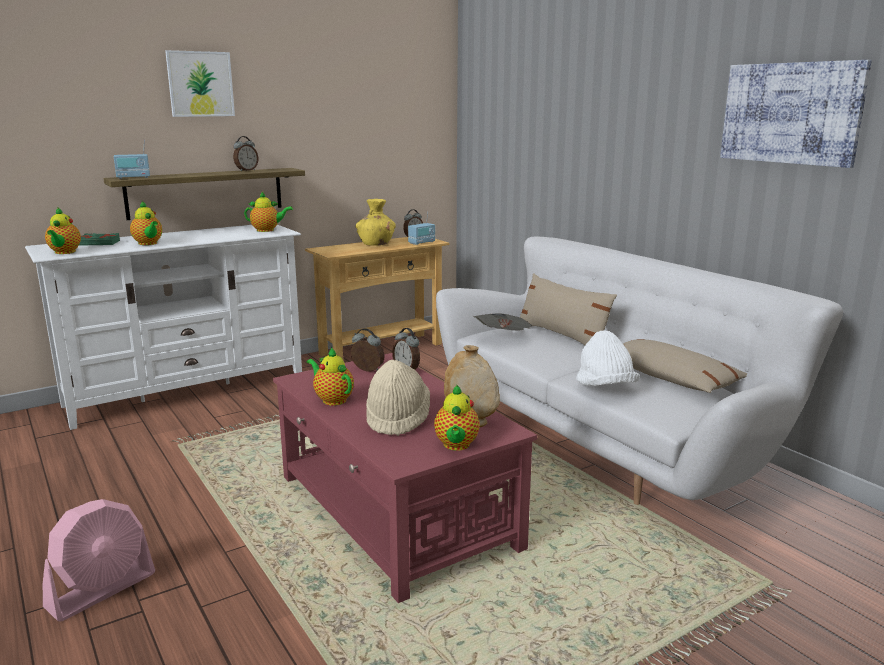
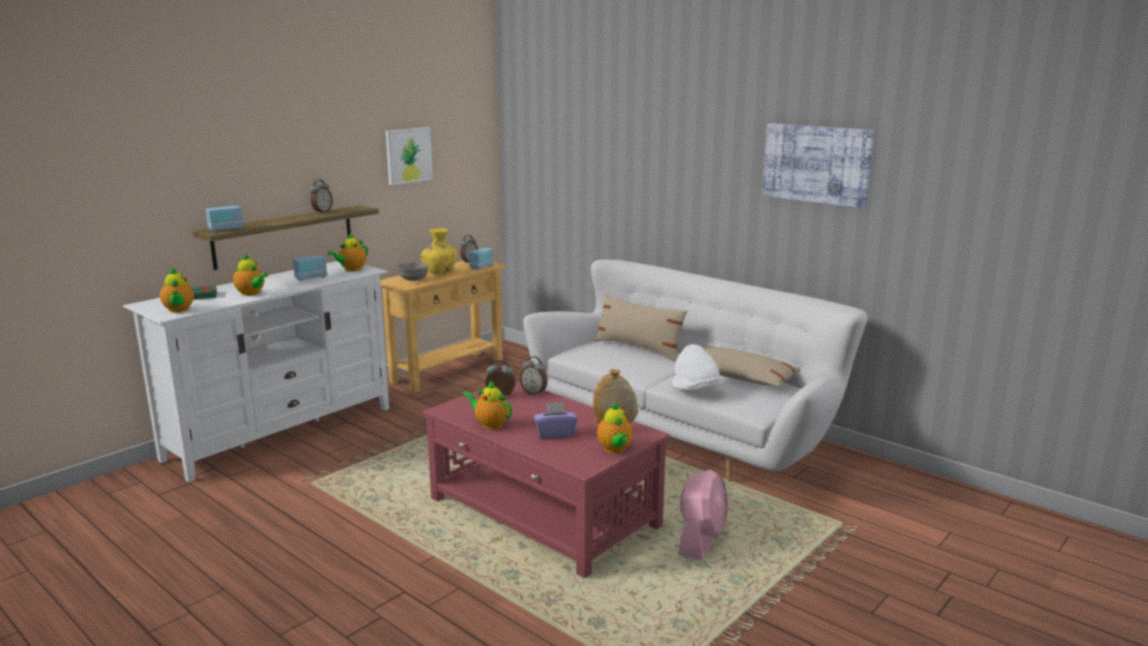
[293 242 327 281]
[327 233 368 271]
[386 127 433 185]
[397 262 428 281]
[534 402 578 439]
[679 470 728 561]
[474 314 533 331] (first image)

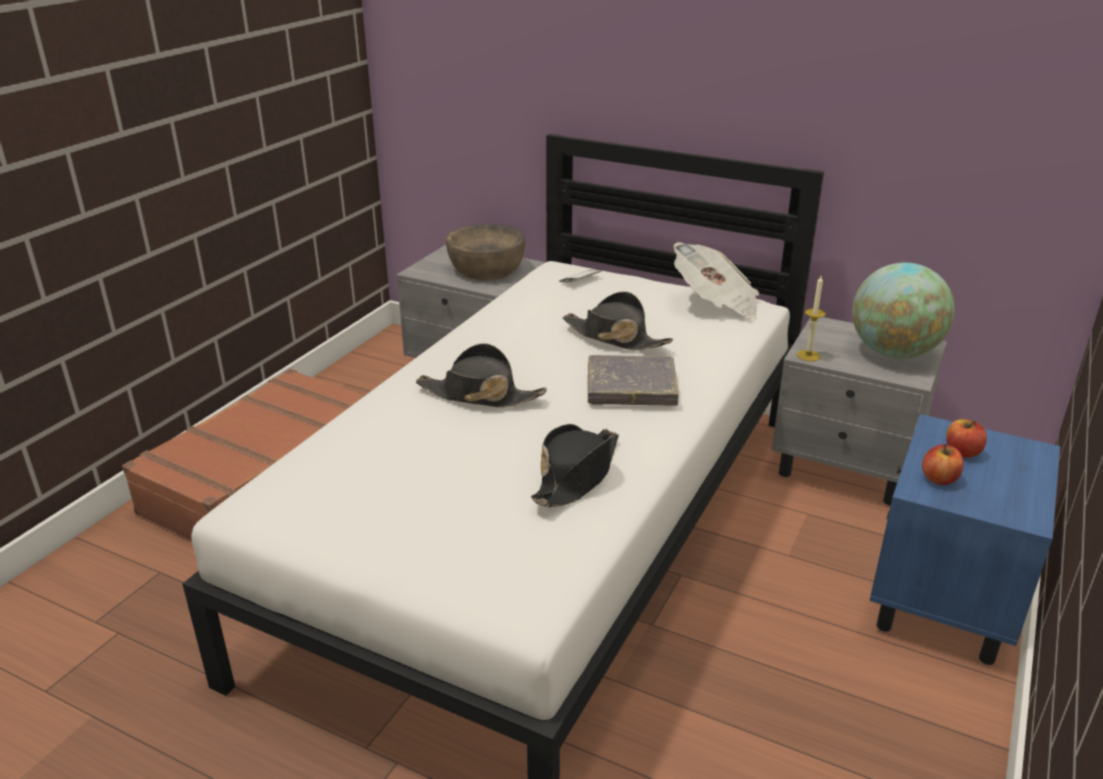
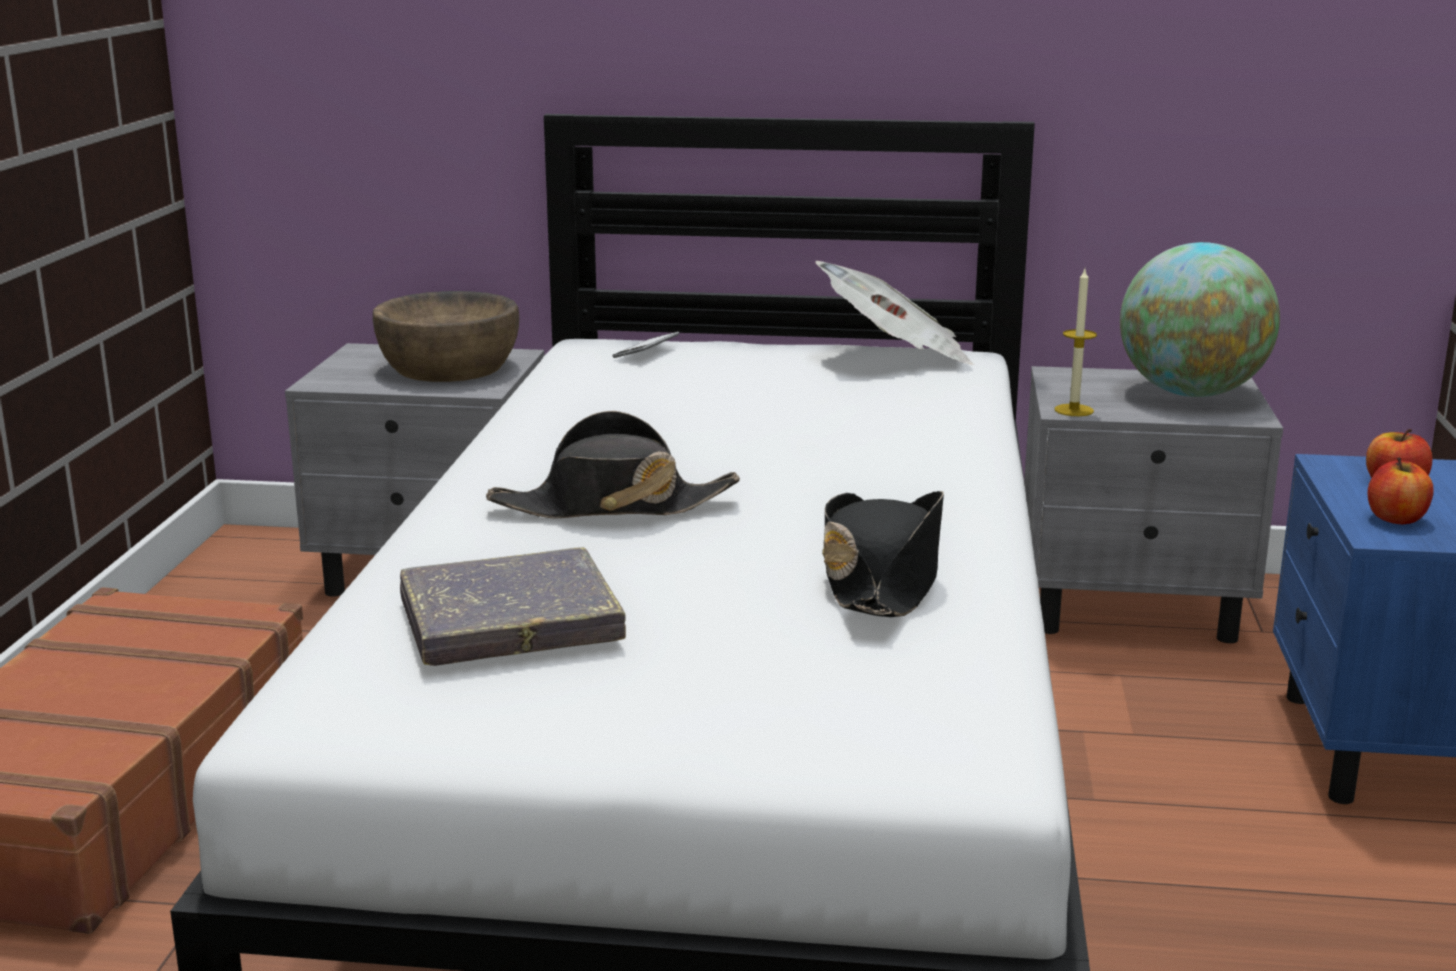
[400 547 626 666]
[563 291 673 351] (first image)

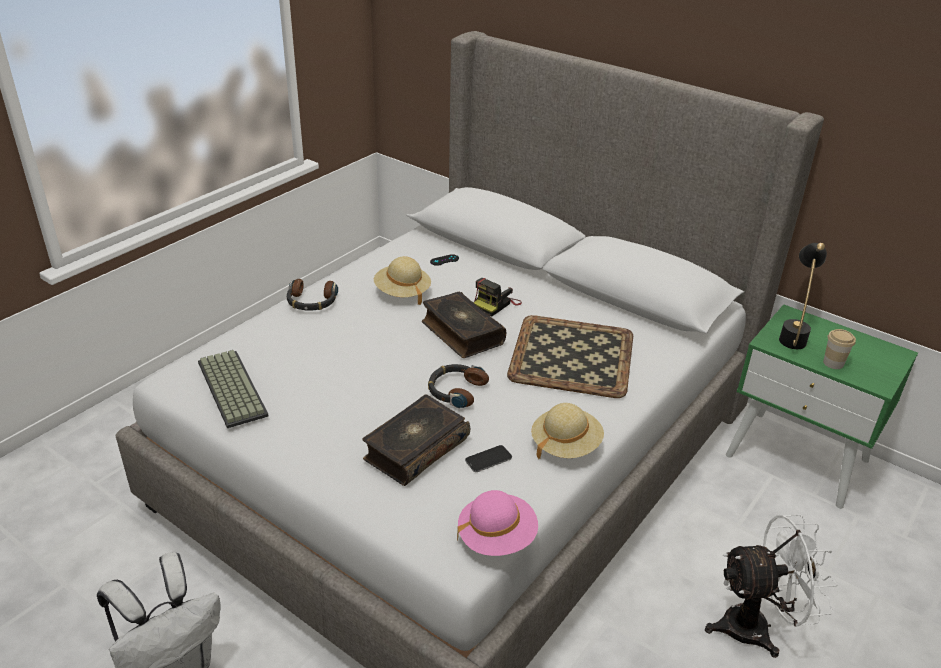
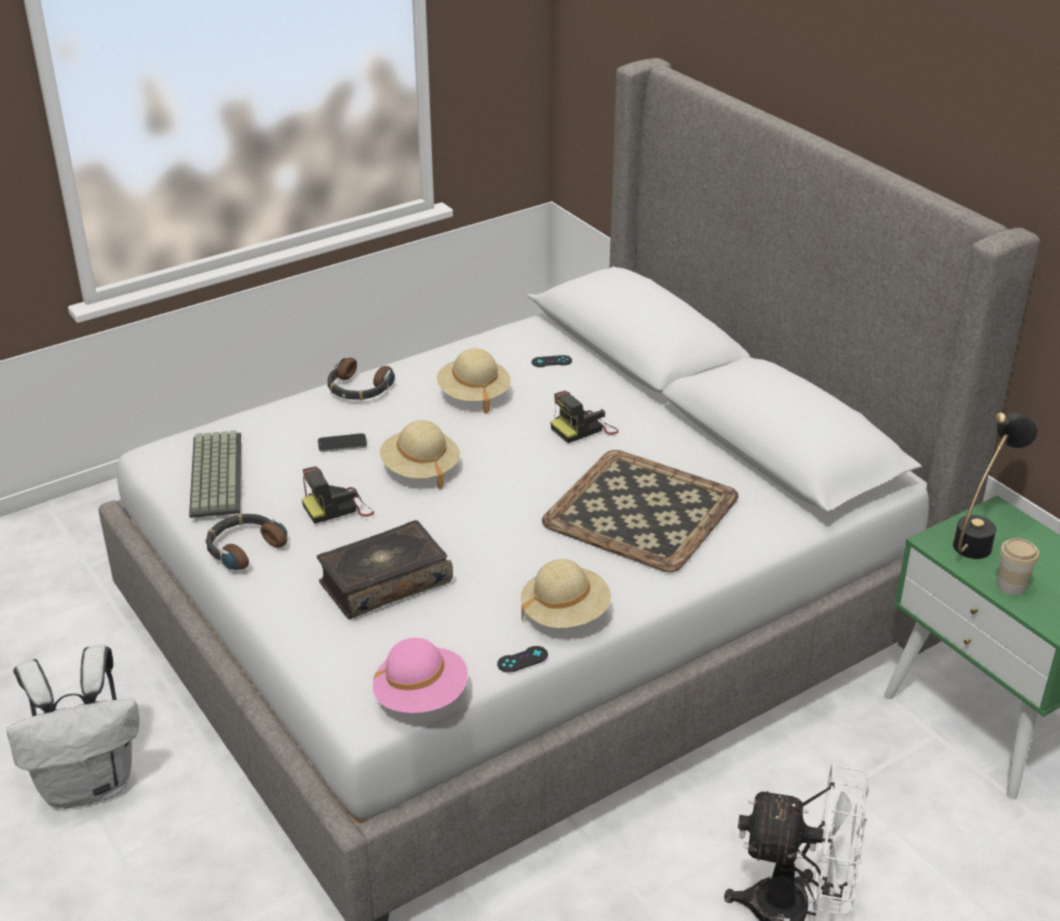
[206 514 287 570]
[302 467 374 524]
[318 433 367 452]
[380 420 460 489]
[497 646 548 673]
[422 292 507 358] (first image)

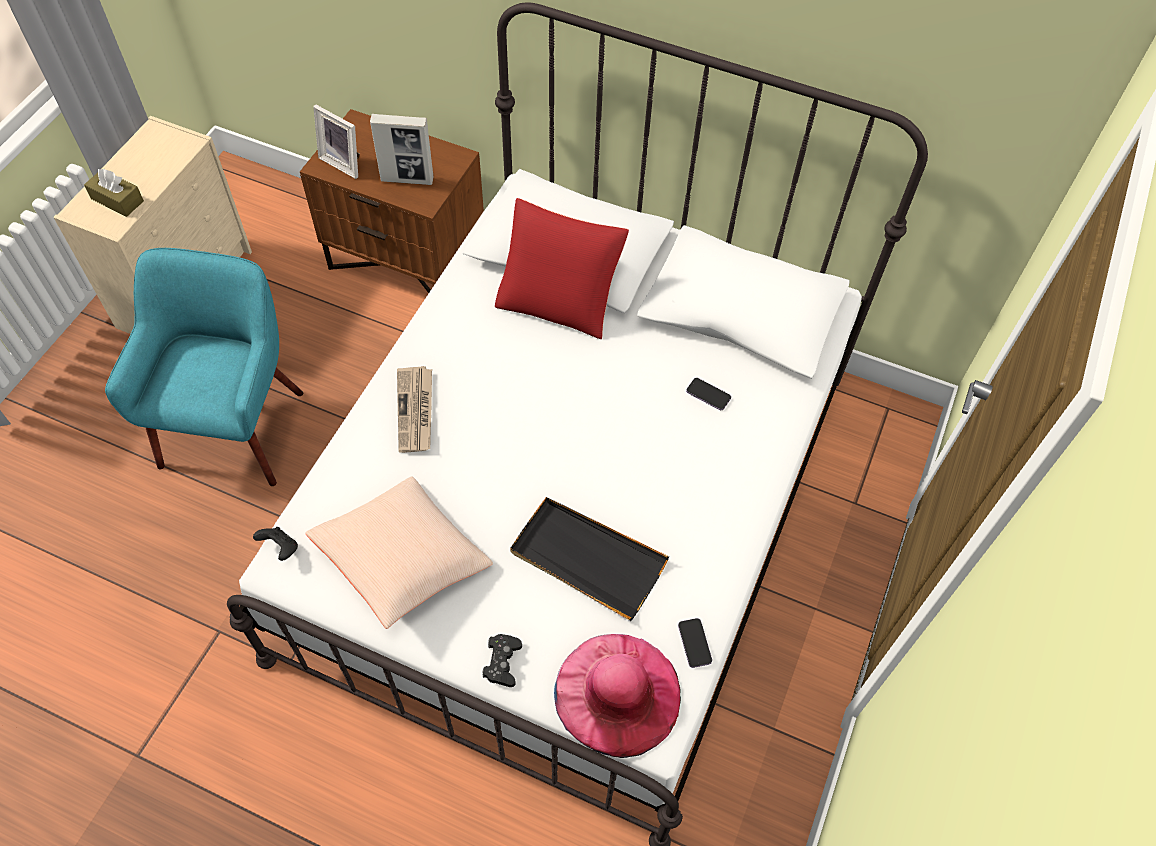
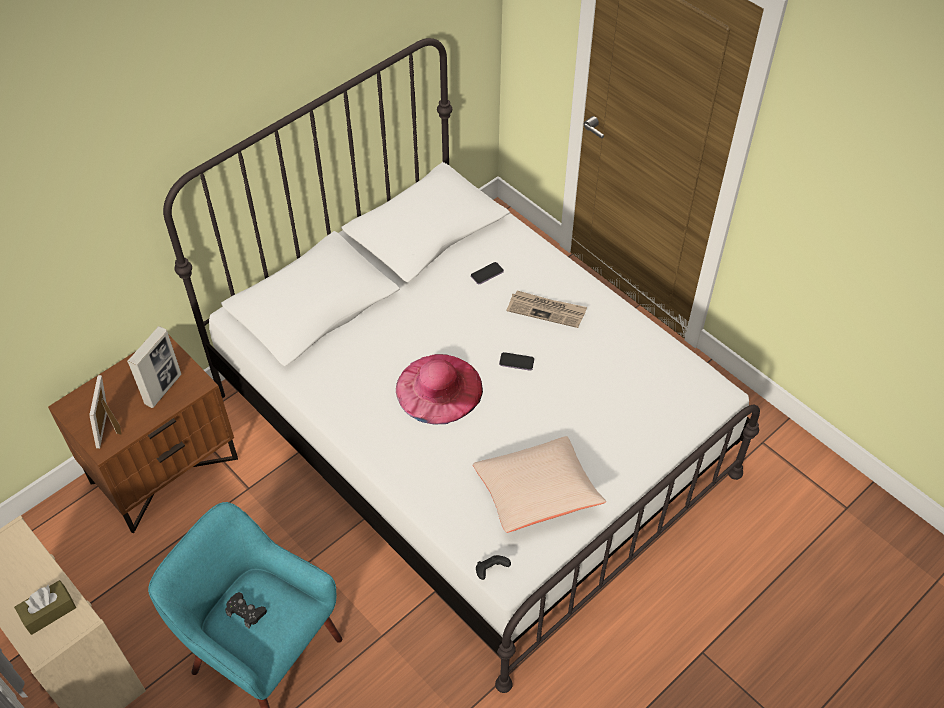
[89 375 121 449]
[225 592 267 628]
[396 354 483 425]
[499 352 534 371]
[506 291 587 328]
[495 198 629 339] (first image)
[510 497 669 621] (first image)

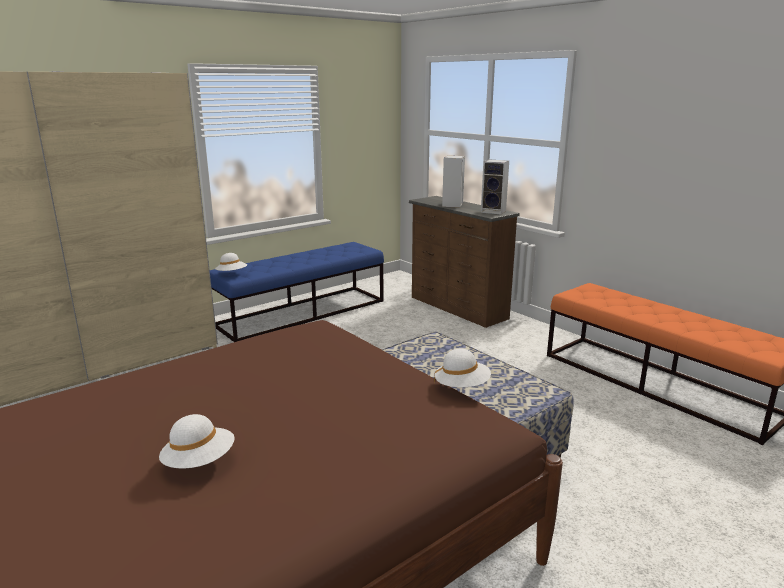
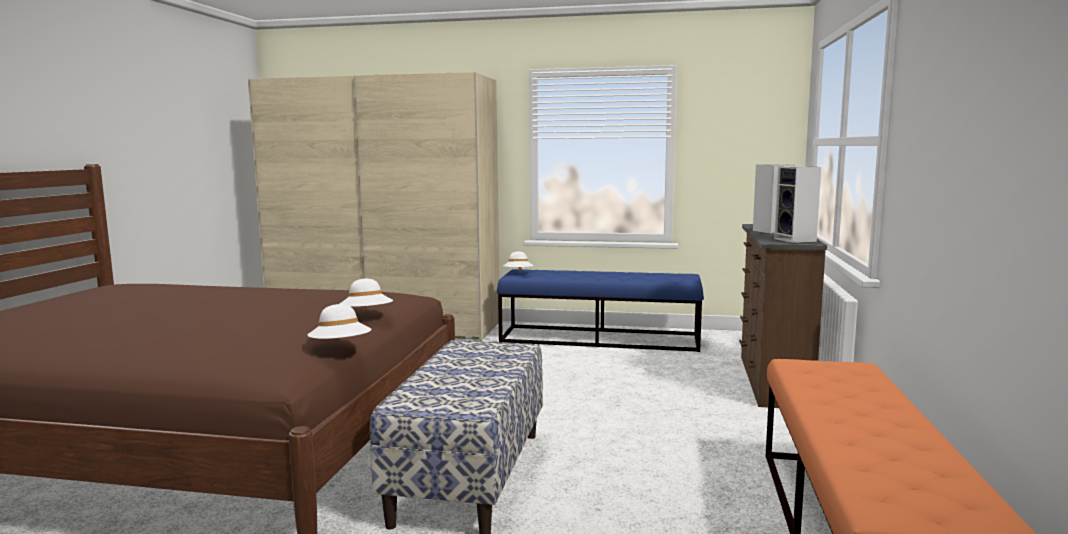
[340 278 393 310]

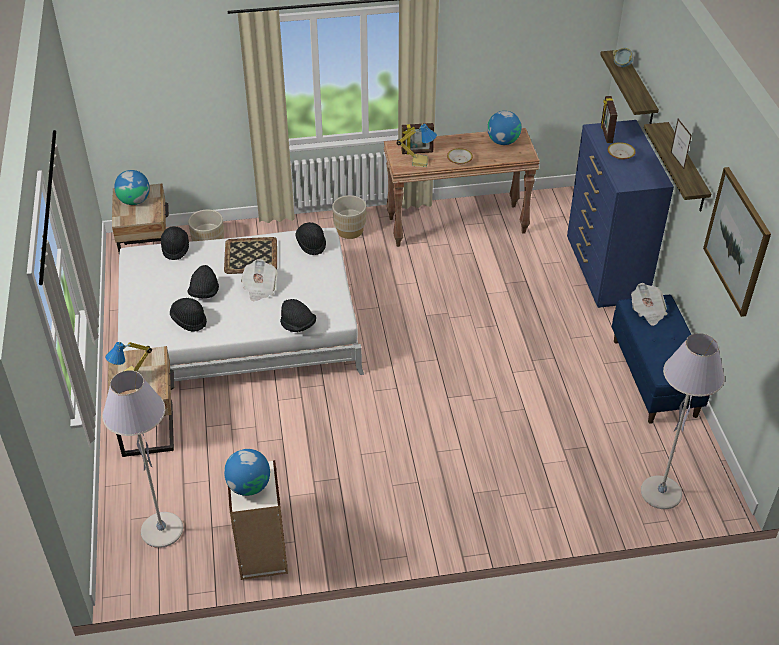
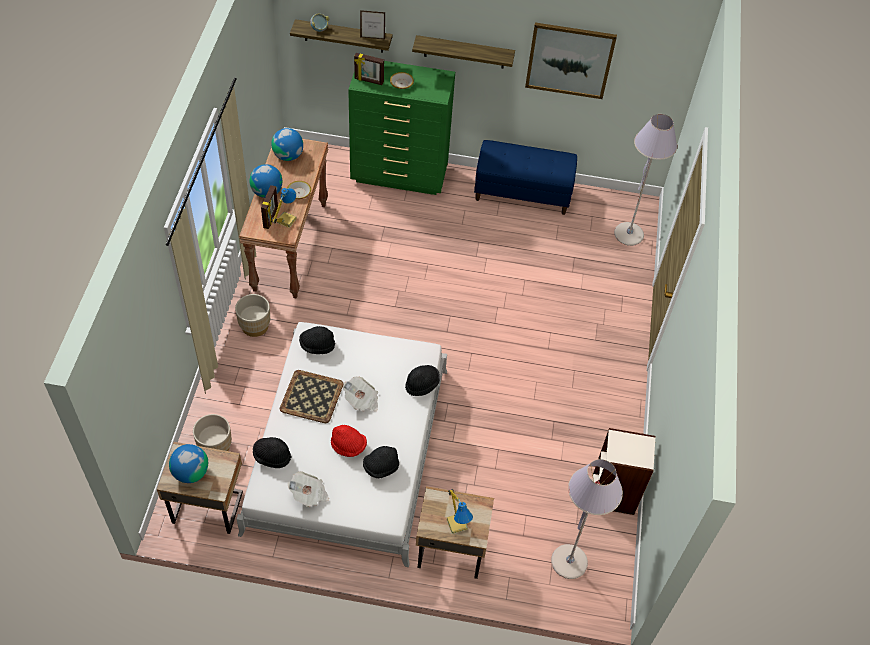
[250 164 282 198]
[288 471 329 507]
[331 425 367 457]
[348 61 455 195]
[360 10 386 39]

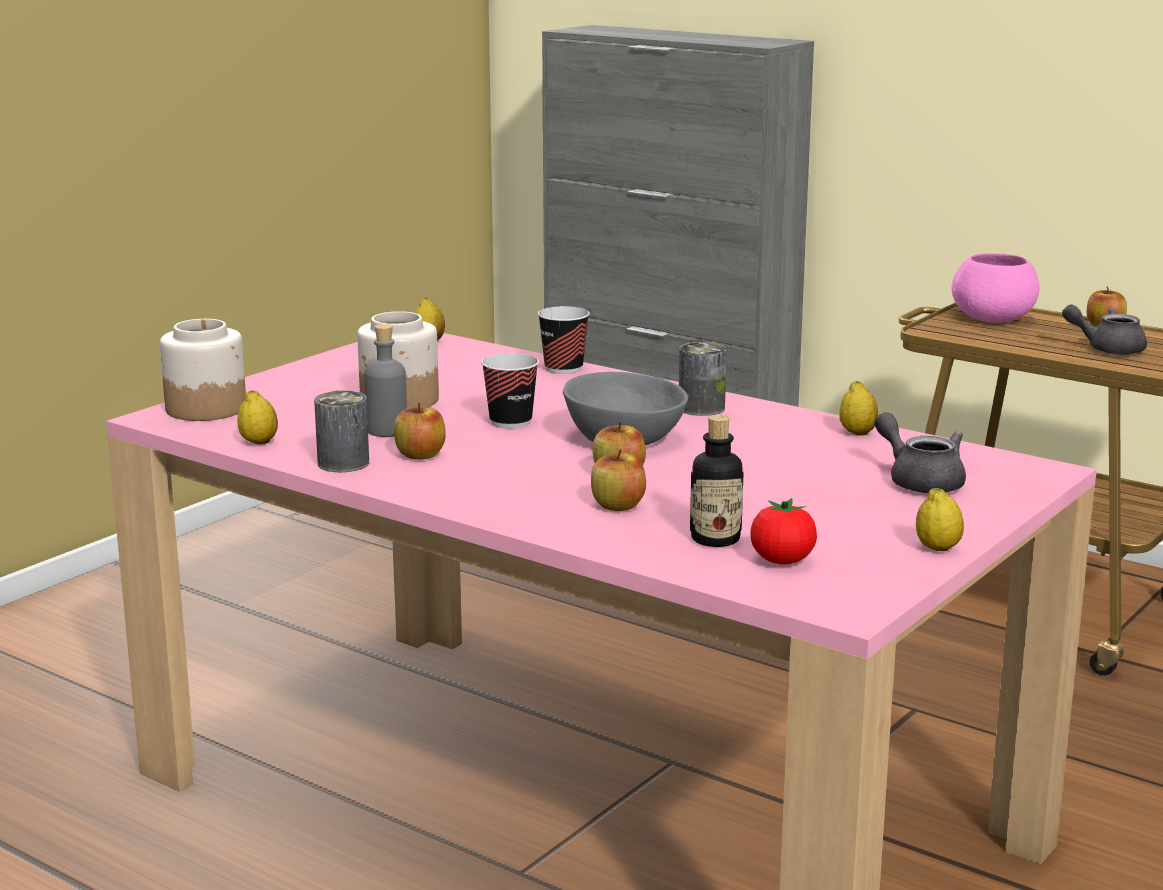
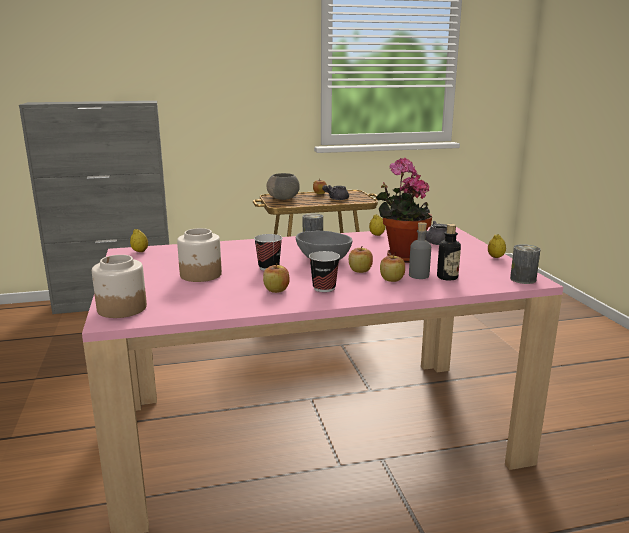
[267 173 300 200]
[309 251 340 292]
[376 158 432 263]
[409 222 431 279]
[510 244 541 284]
[237 390 278 445] (first image)
[750 498 817 565] (first image)

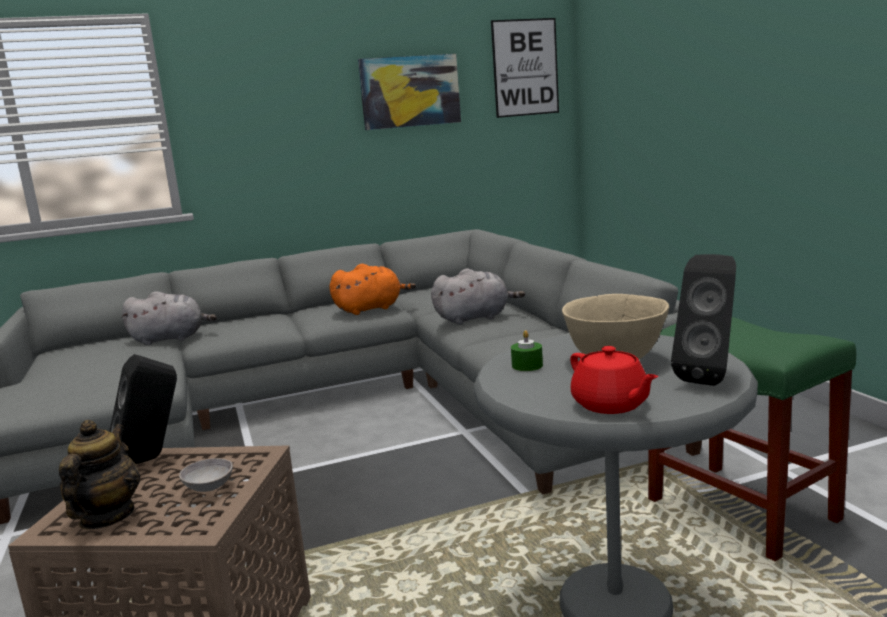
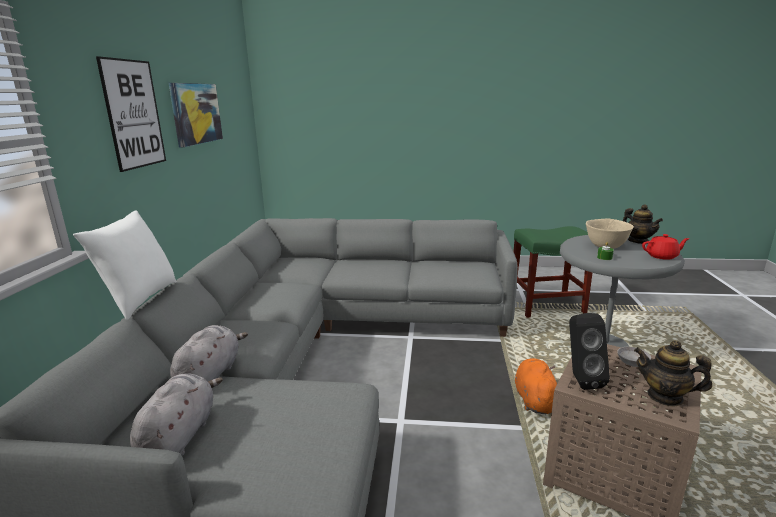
[73 210 177 320]
[96 56 166 172]
[130 374 223 456]
[515 358 557 414]
[623 204 663 244]

